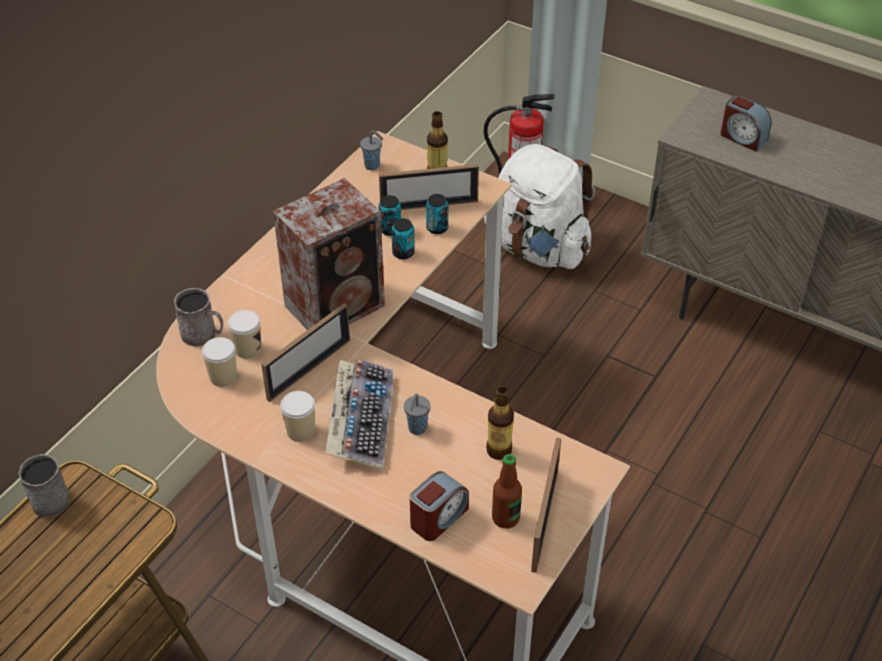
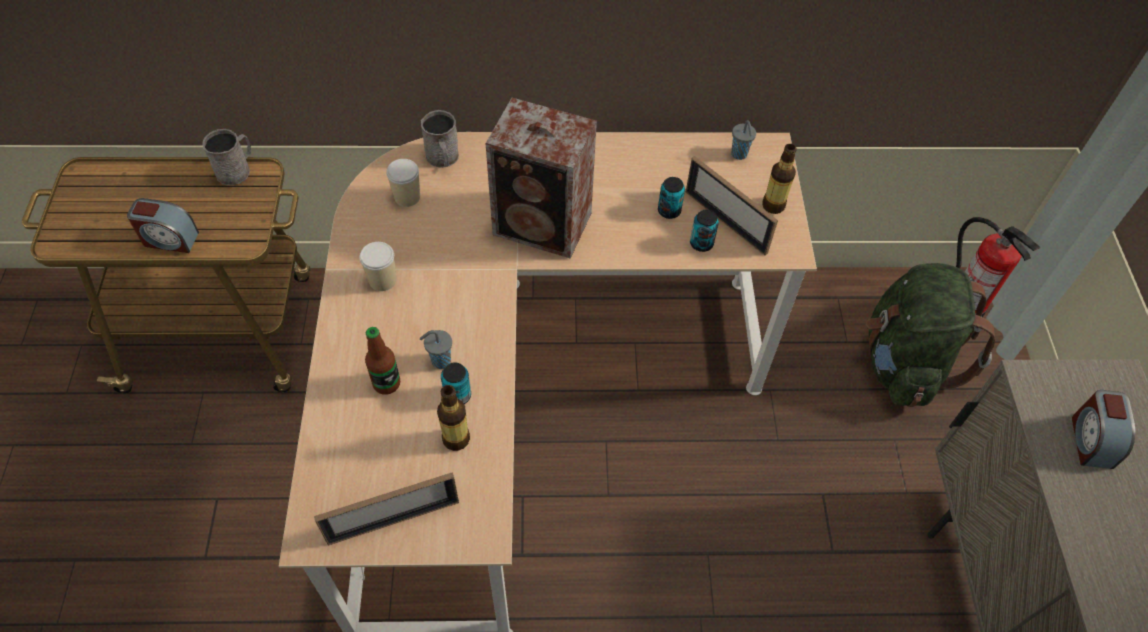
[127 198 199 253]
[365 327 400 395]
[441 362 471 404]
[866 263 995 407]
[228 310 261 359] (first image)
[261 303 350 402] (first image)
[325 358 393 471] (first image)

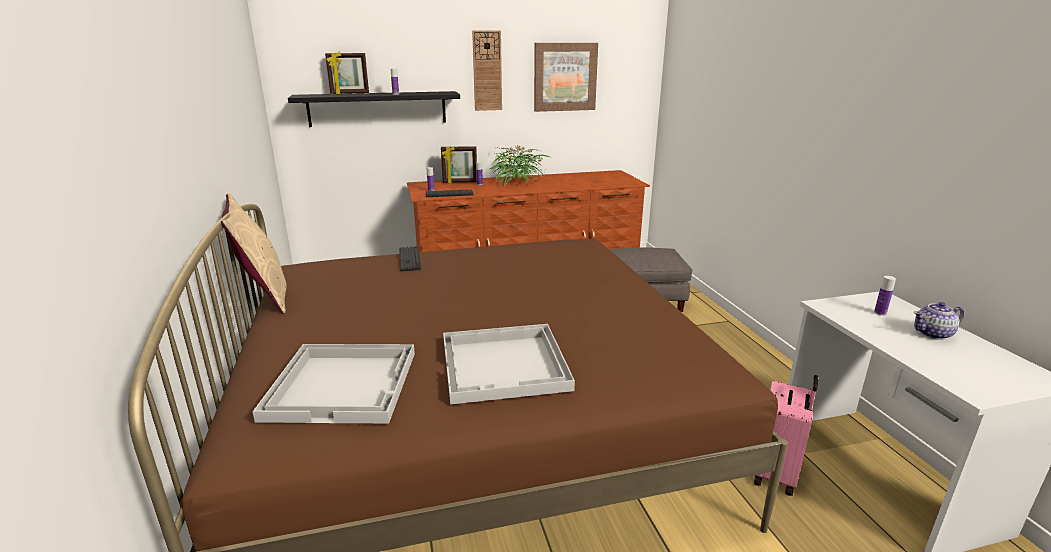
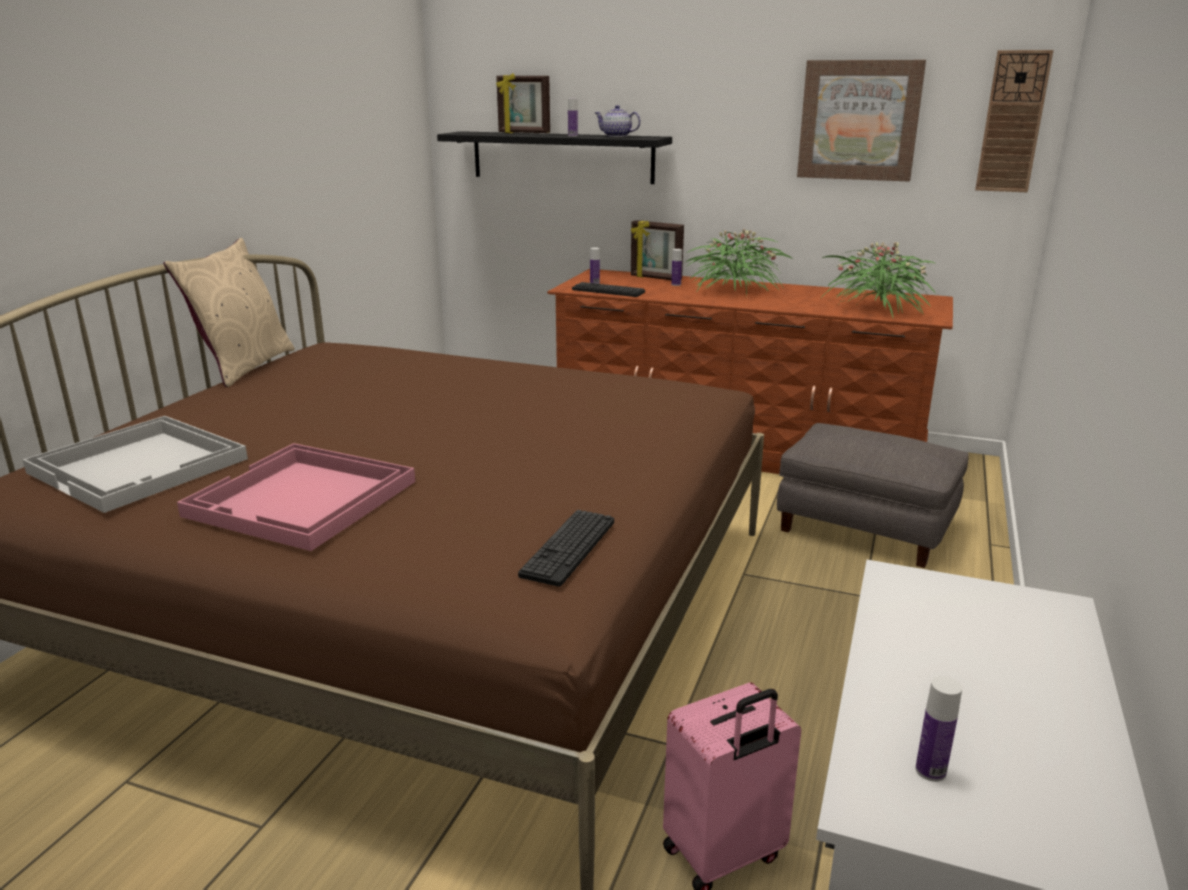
[177 443 415 551]
[518 510 614 587]
[595 105 641 137]
[819 242 935 317]
[915 676 962 782]
[975 50 1054 192]

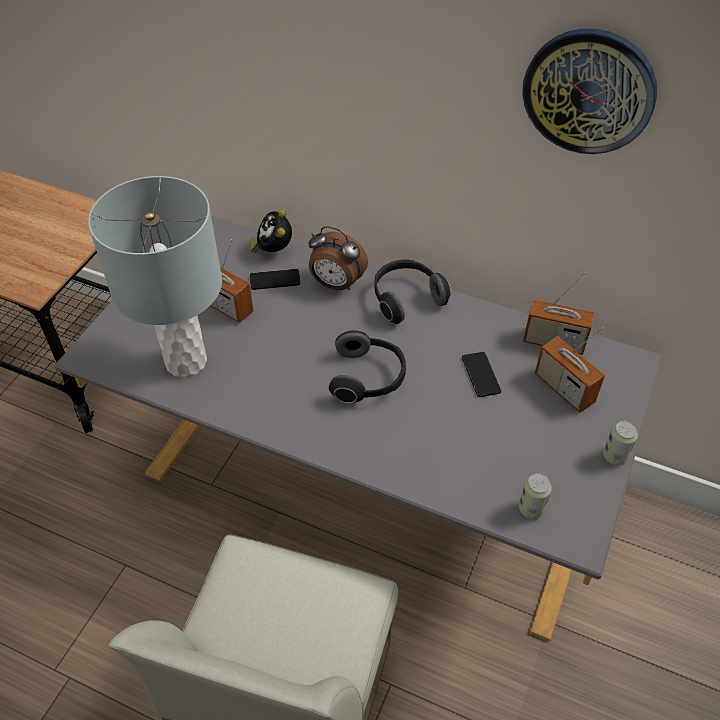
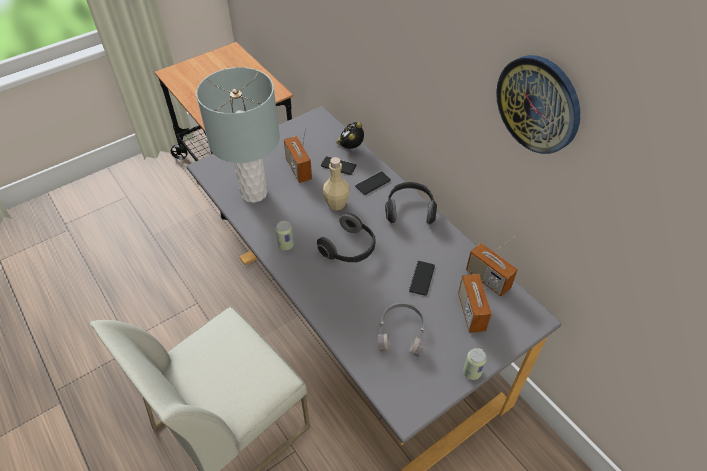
[276 221 294 251]
[323 157 350 211]
[355 171 391 195]
[378 303 425 357]

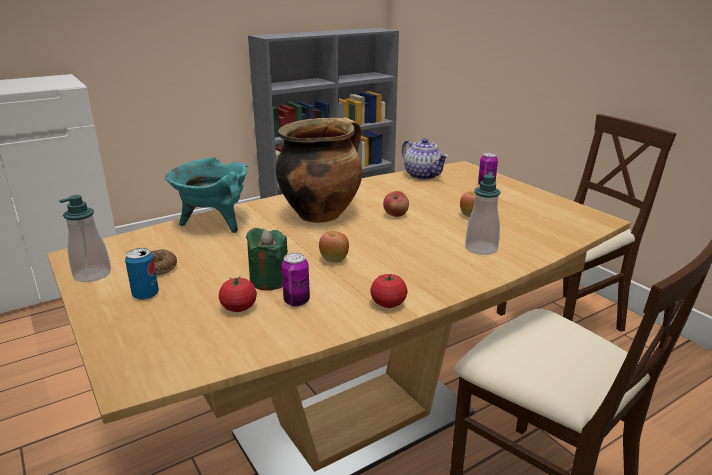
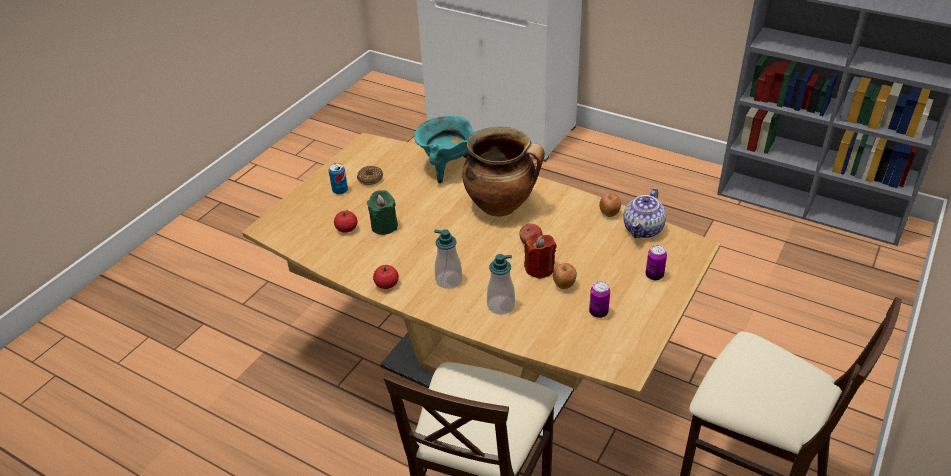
[434 229 462 289]
[524 234 556 279]
[589 281 610 318]
[599 193 621 217]

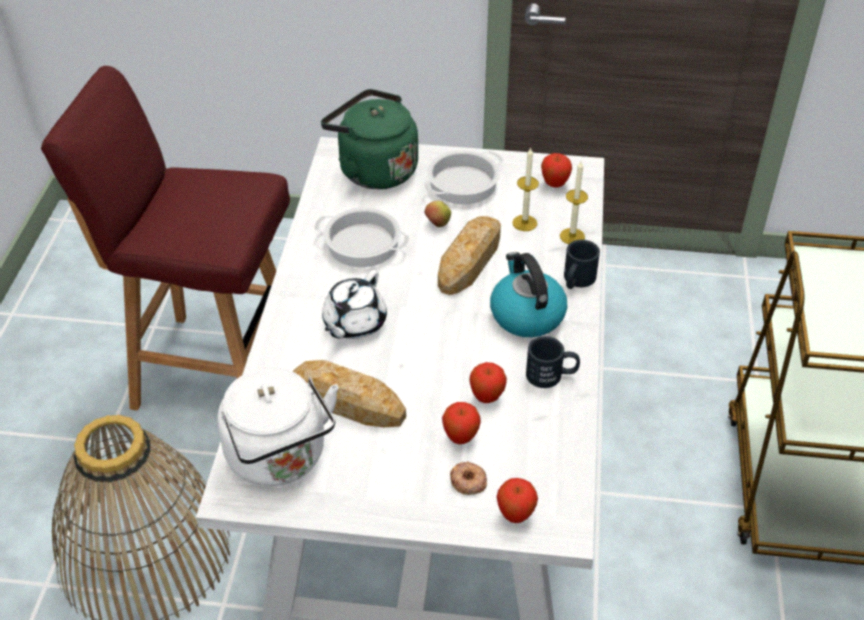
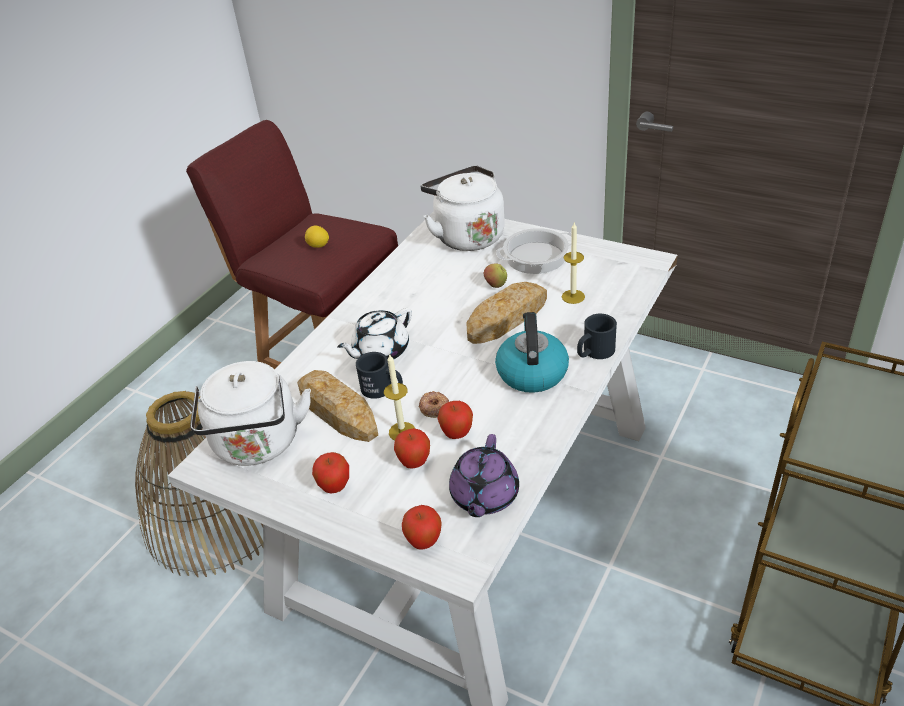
[305 225 329 248]
[312 452 349 494]
[356 352 403 399]
[384 355 415 441]
[419 391 449 418]
[421 165 505 251]
[449 434 519 517]
[315 208 409 267] (first image)

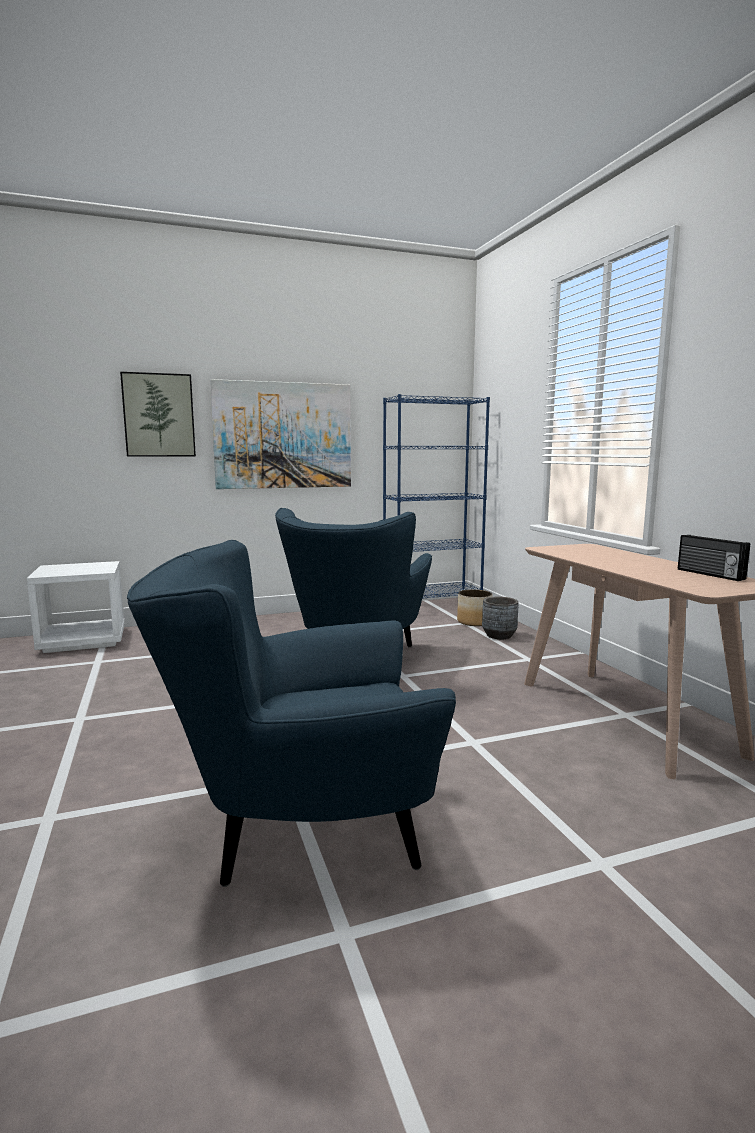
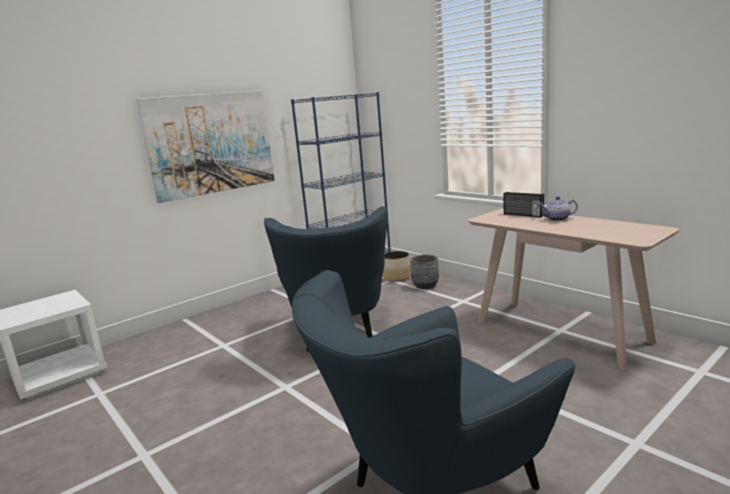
[503 192 544 217]
[538 196 578 221]
[120 371 196 457] (first image)

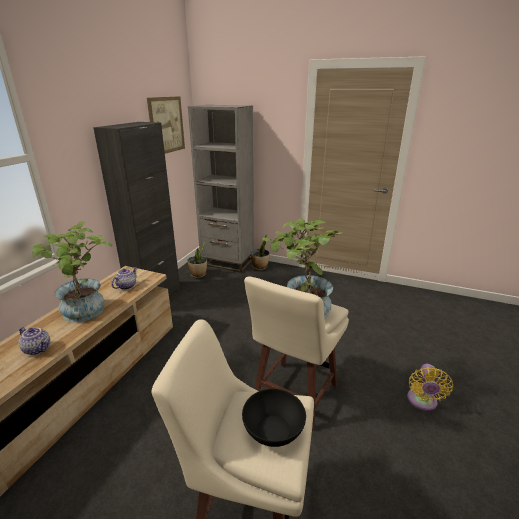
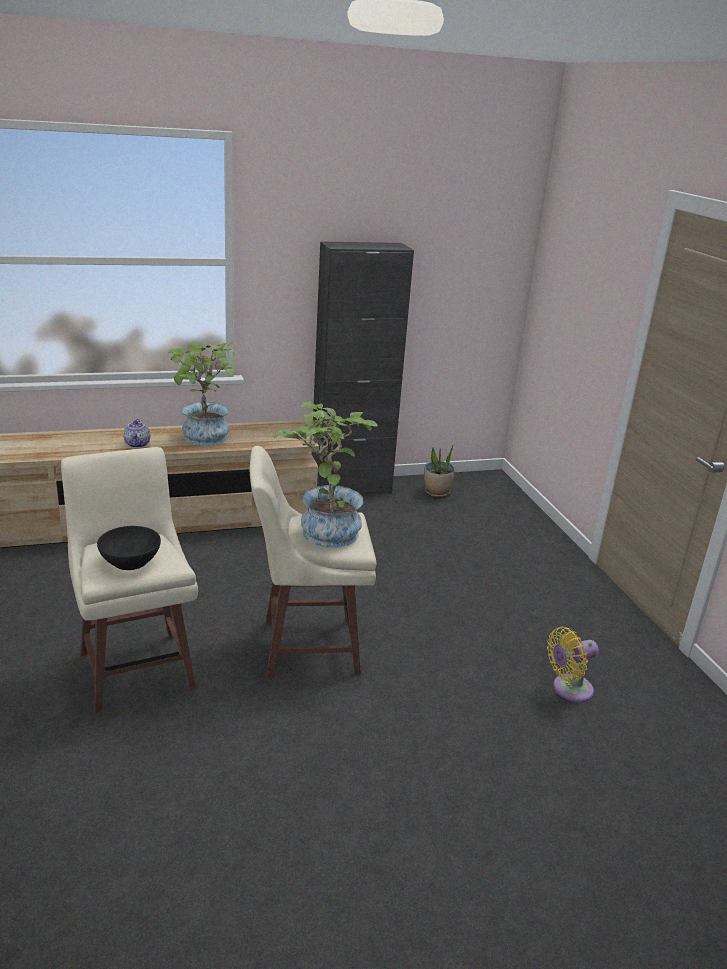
[547 627 599 702]
[111 267 137 290] (first image)
[147 96 185 154] (first image)
[188 105 254 273] (first image)
[251 234 270 270] (first image)

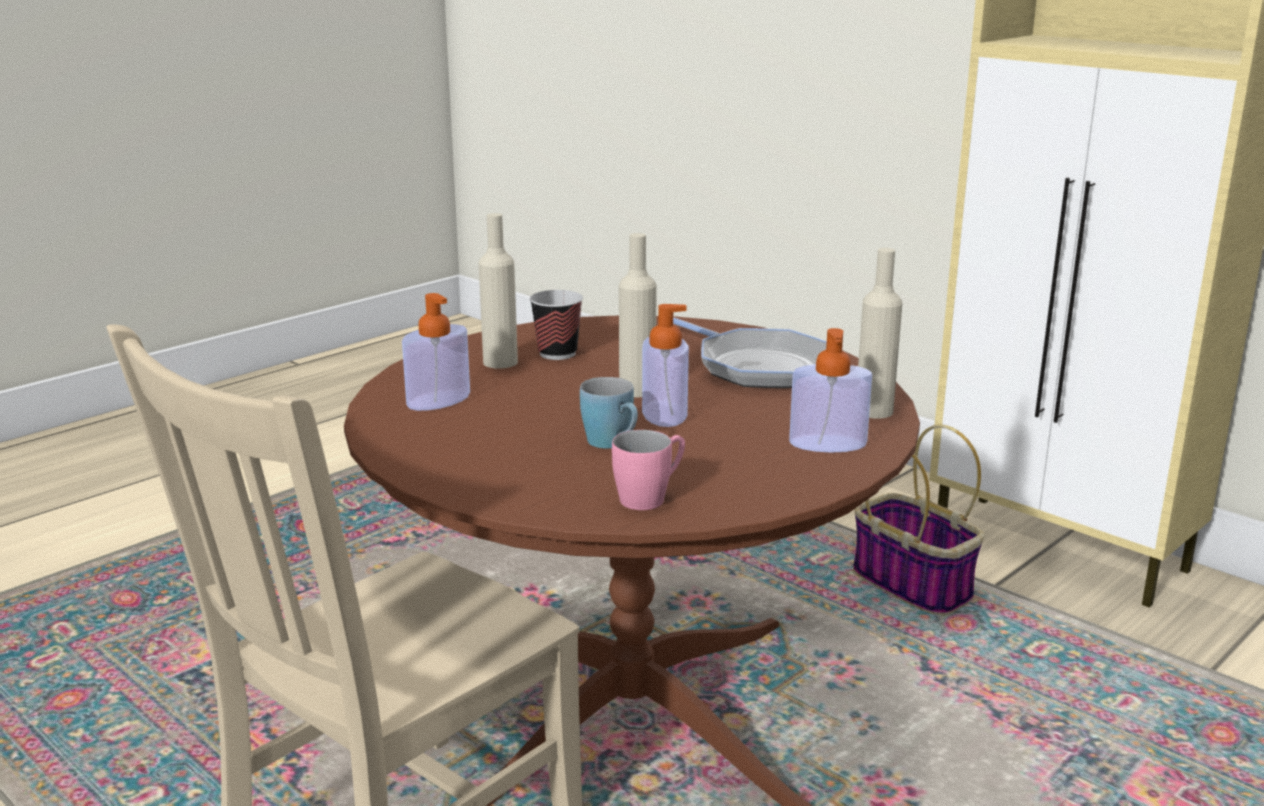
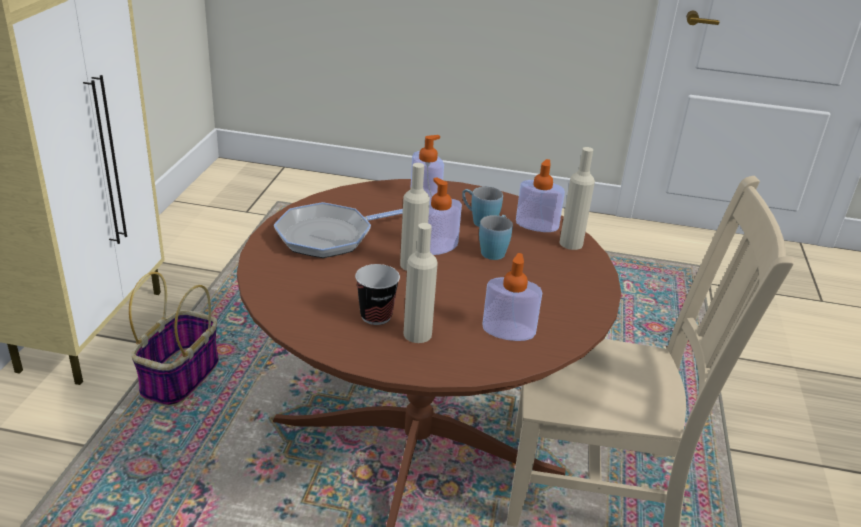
[274 202 403 258]
[462 186 503 227]
[516 159 565 232]
[559 147 595 250]

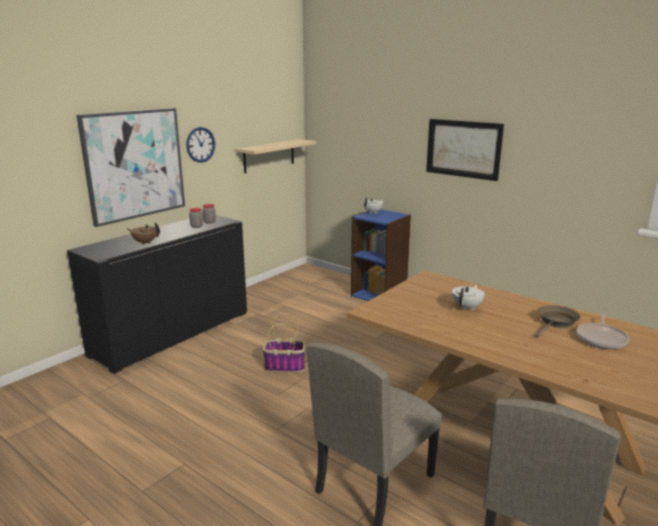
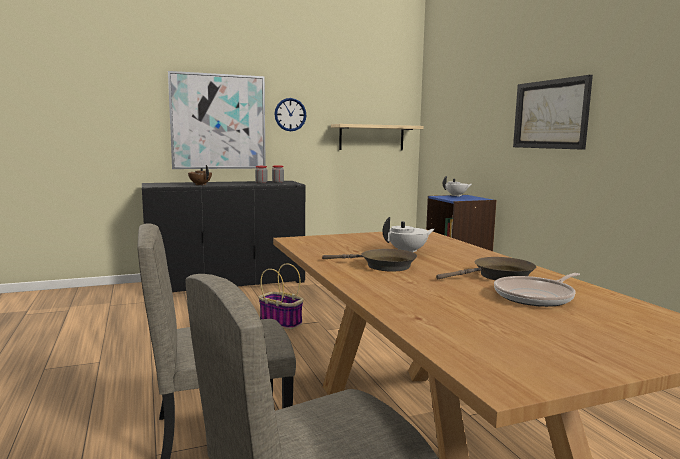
[322 249 417 271]

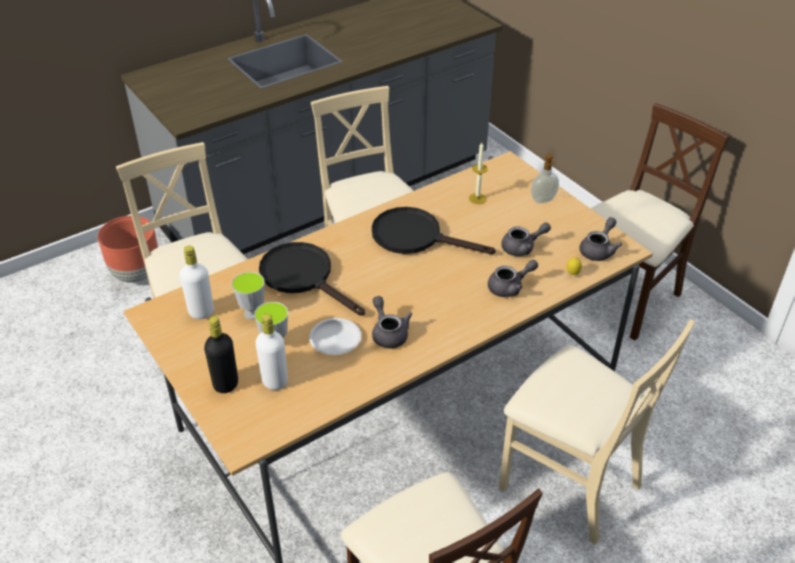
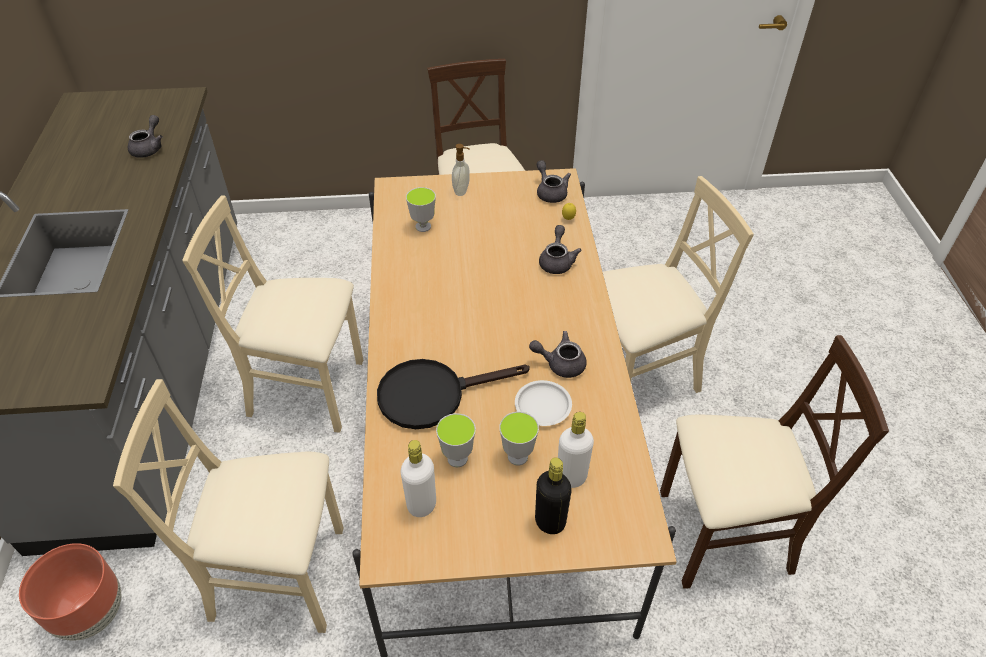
[128 115 163 158]
[406 187 436 232]
[372 207 496 254] (first image)

